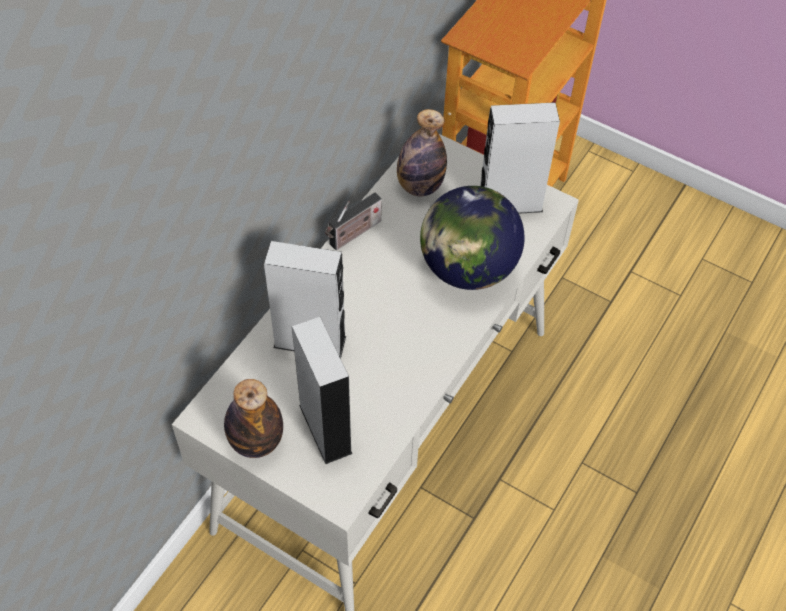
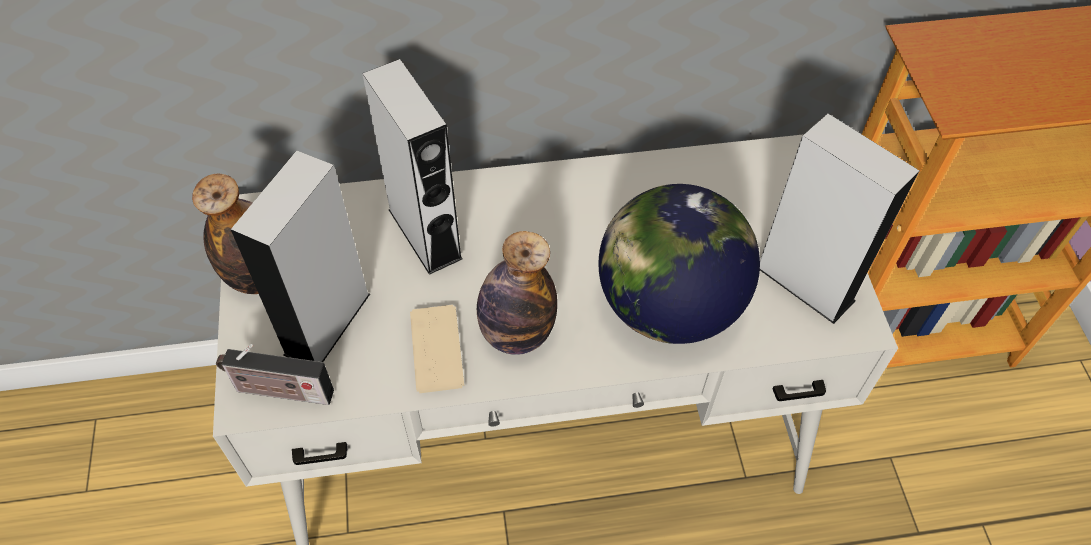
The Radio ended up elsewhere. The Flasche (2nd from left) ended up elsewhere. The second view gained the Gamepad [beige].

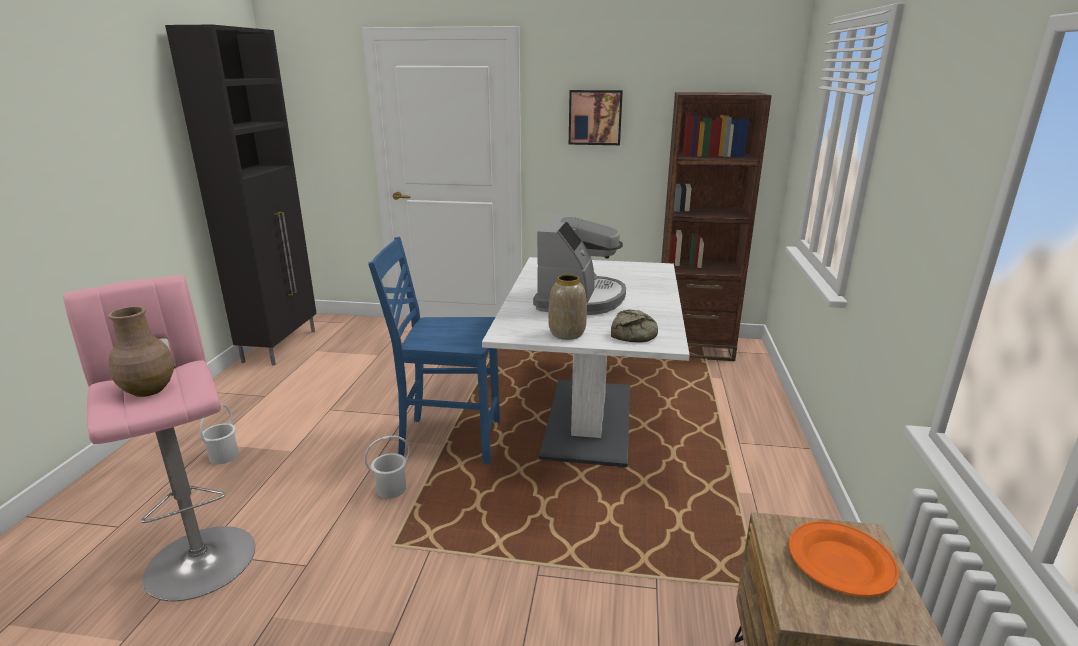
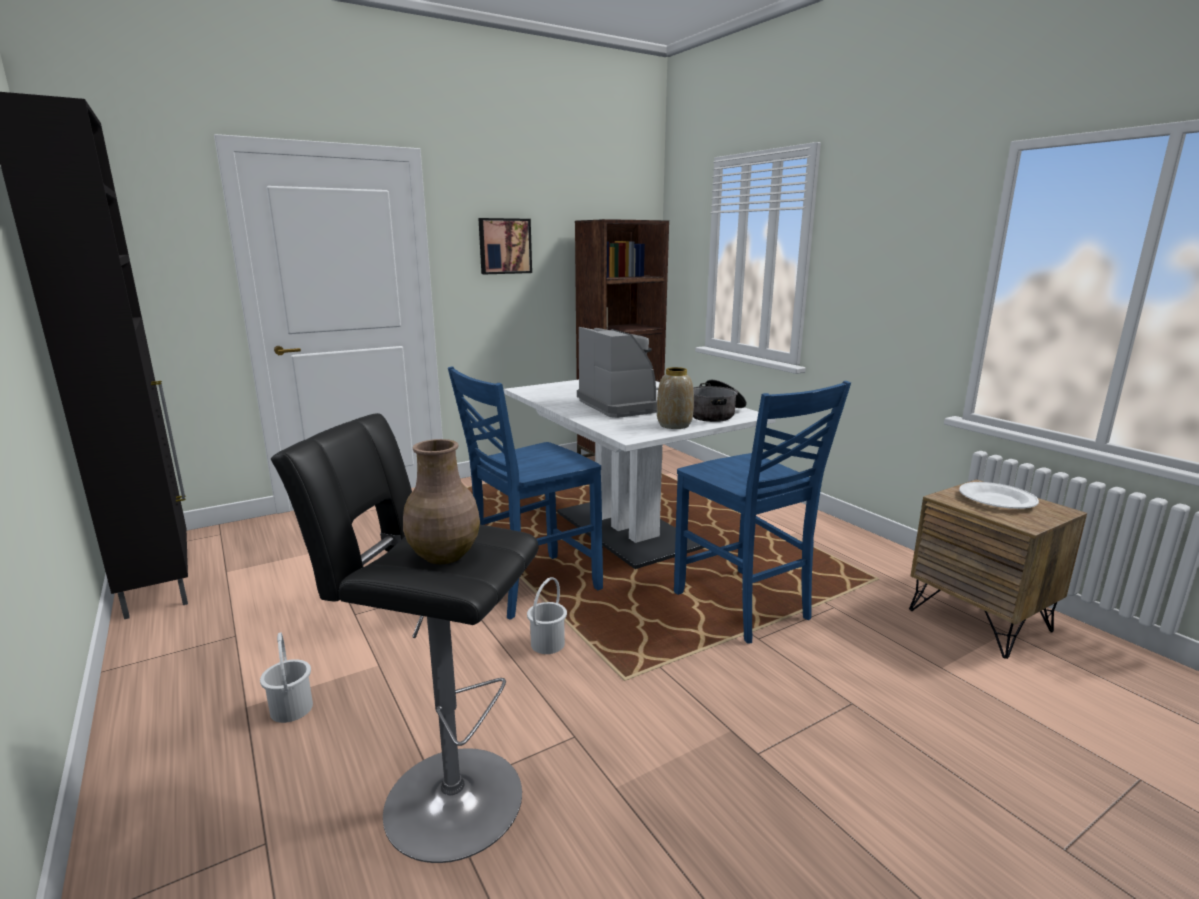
What was the Hocker [rosa] turned into the Hocker [schwarz]. Where the Brot stood, the Kochtopf came to stand. What was the Teller [orange] turned into the Teller [weiß]. The second view gained the Stuhl [blau] (2nd from left).

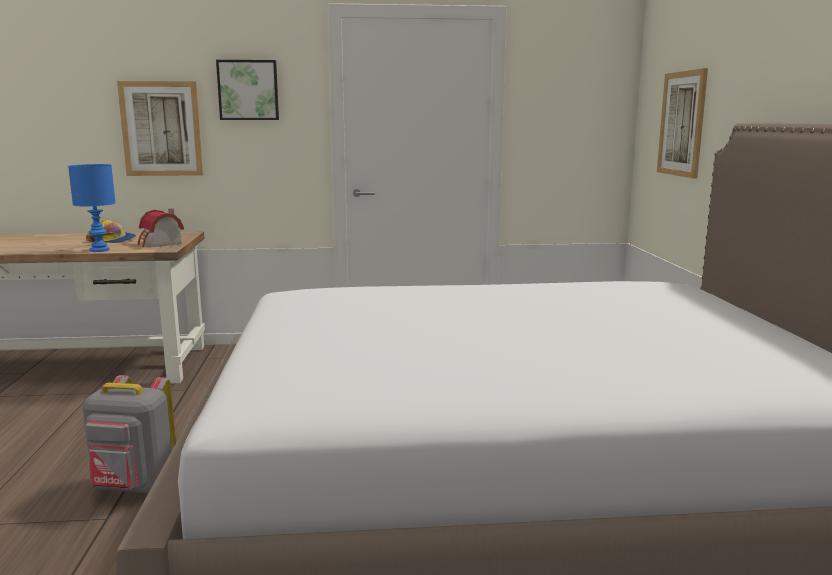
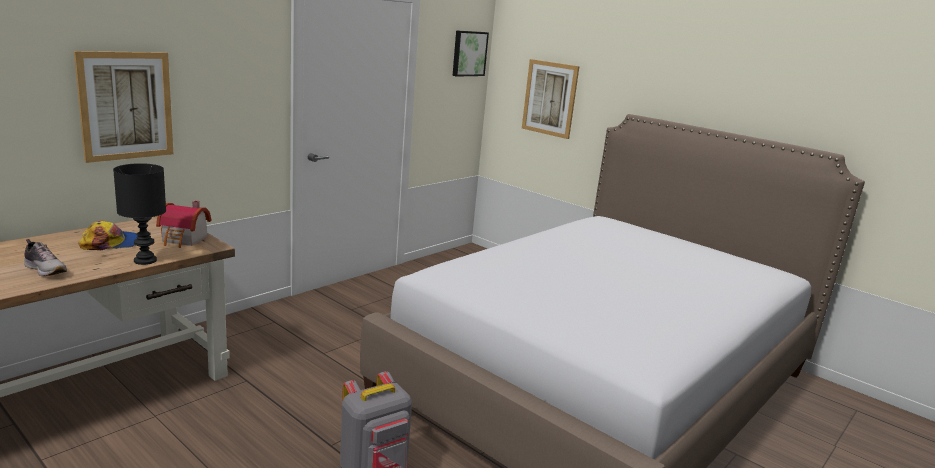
What was the Tischlampe [blau] turned into the Tischlampe [schwarz]. The Bild (2nd from left) ended up elsewhere. The second view gained the Schuh.

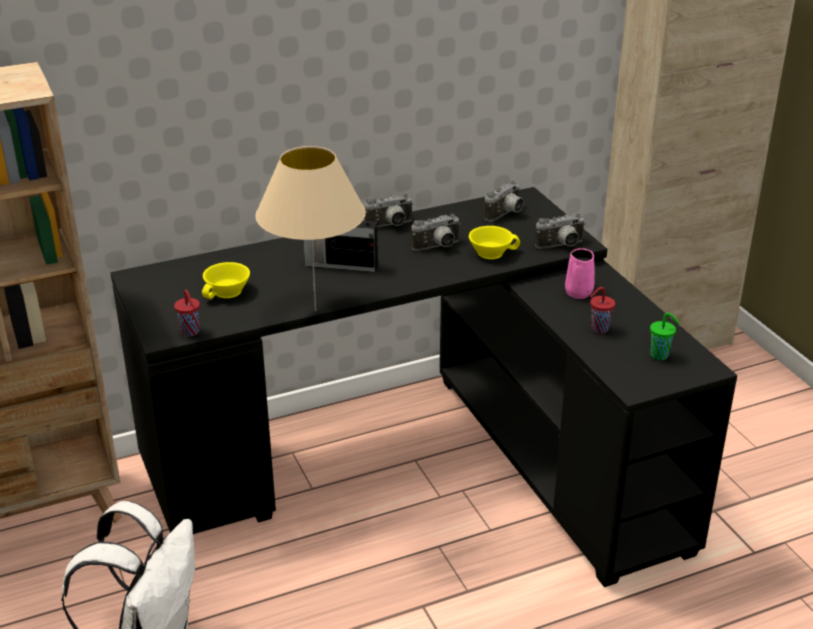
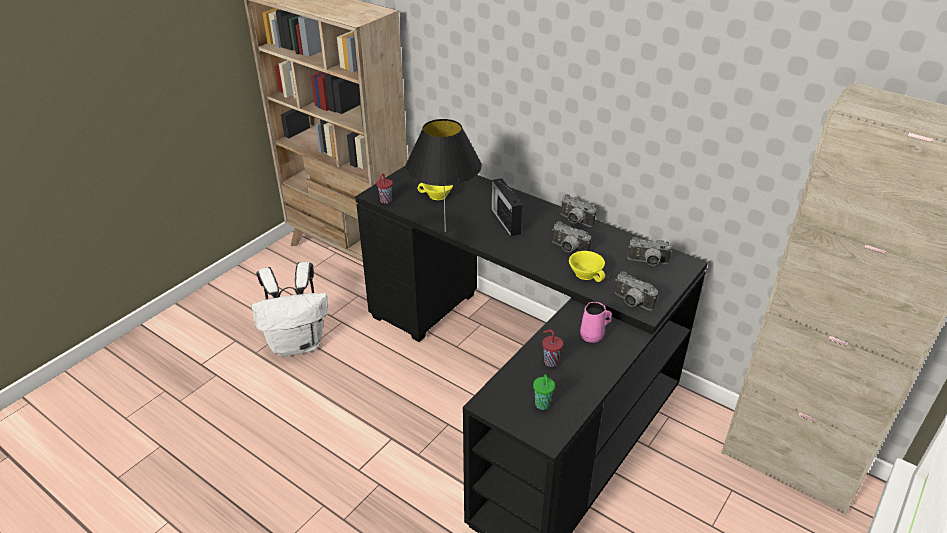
What was the Tischlampe [beige] turned into the Tischlampe [schwarz].

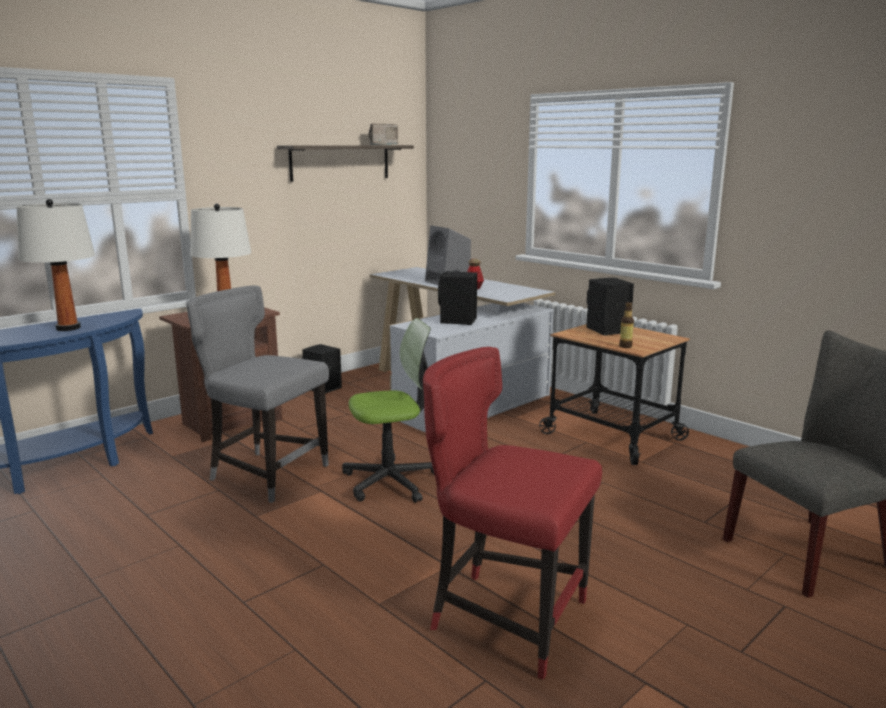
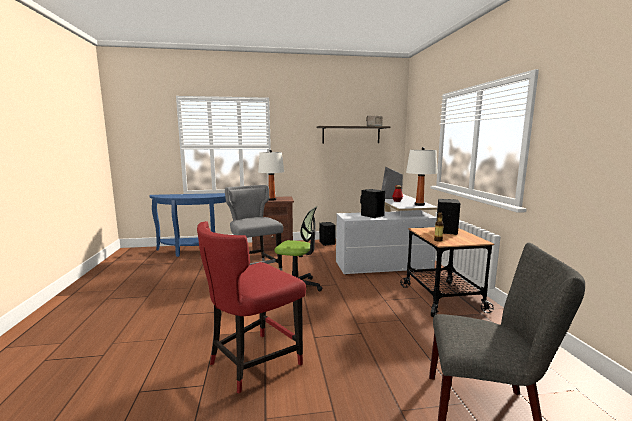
The Tischlampe [weiß] (1st from left in the first image) ended up elsewhere. The Stuhl [rot] ended up facing another way, 105 degrees counterclockwise from before.

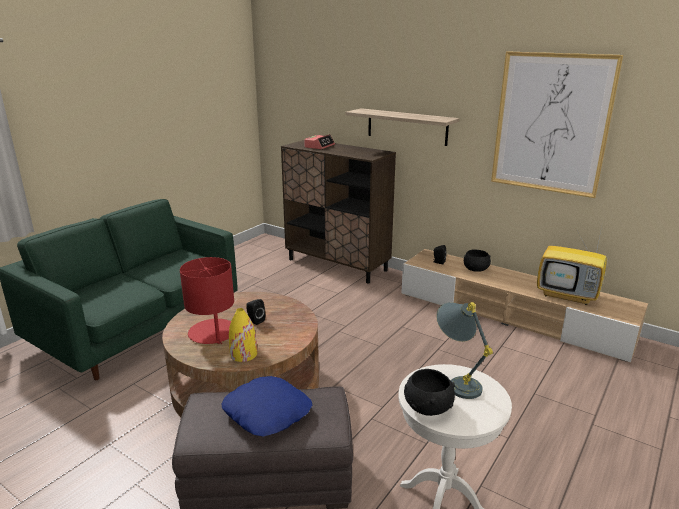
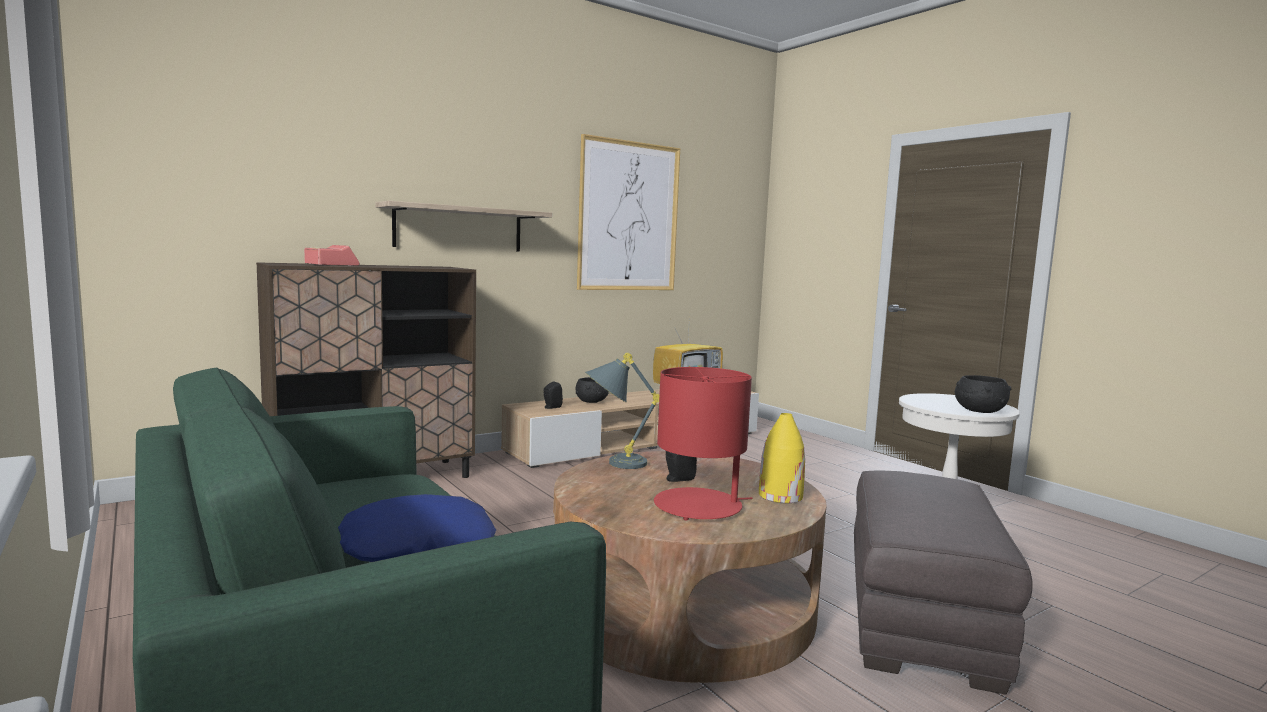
The Kissen [blau] ended up elsewhere. The Tischlampe [grau] ended up elsewhere.

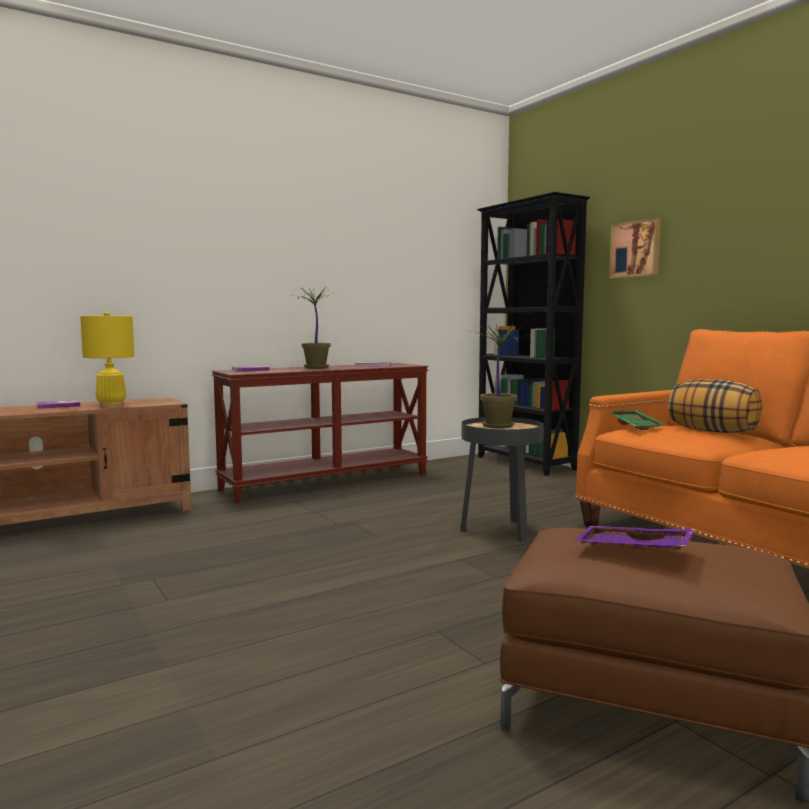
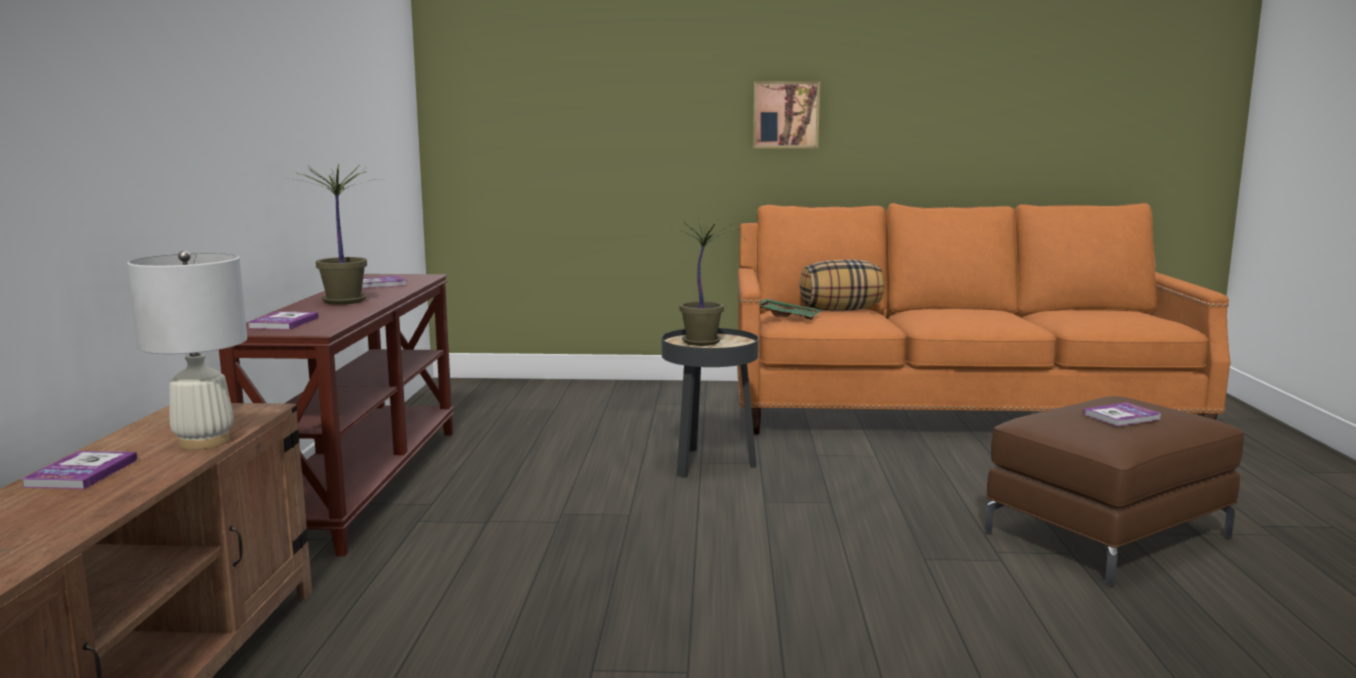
What was the Tischlampe [gelb] turned into the Tischlampe [weiß]. The second view lost the Bücherregal [schwarz]. Where the Tablett [lila] stood, the Buch (4th from left) came to stand. The Bild ended up elsewhere.

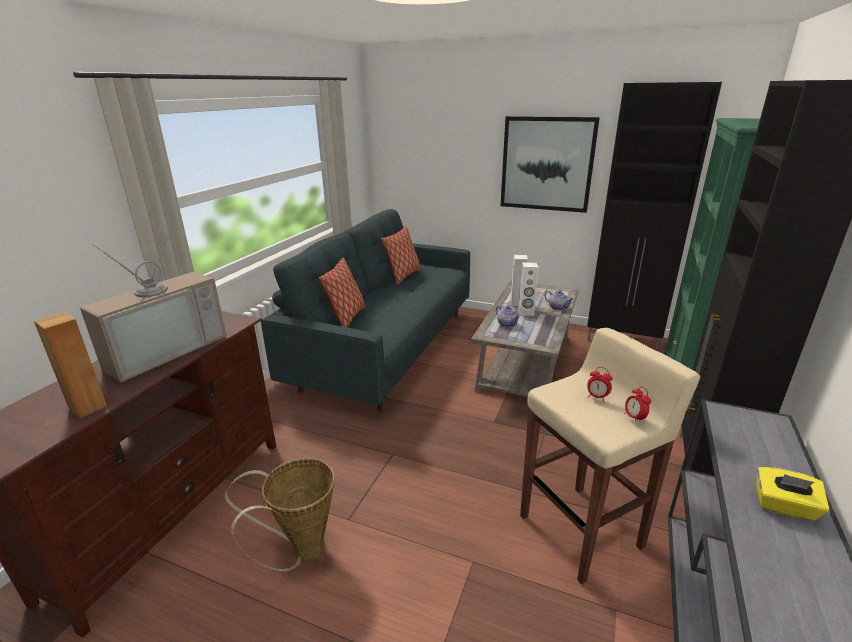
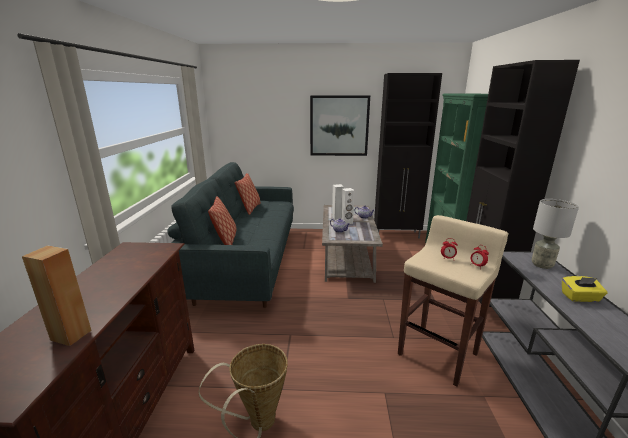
The second view lost the Fernseher. The second view gained the Tischlampe [grau].

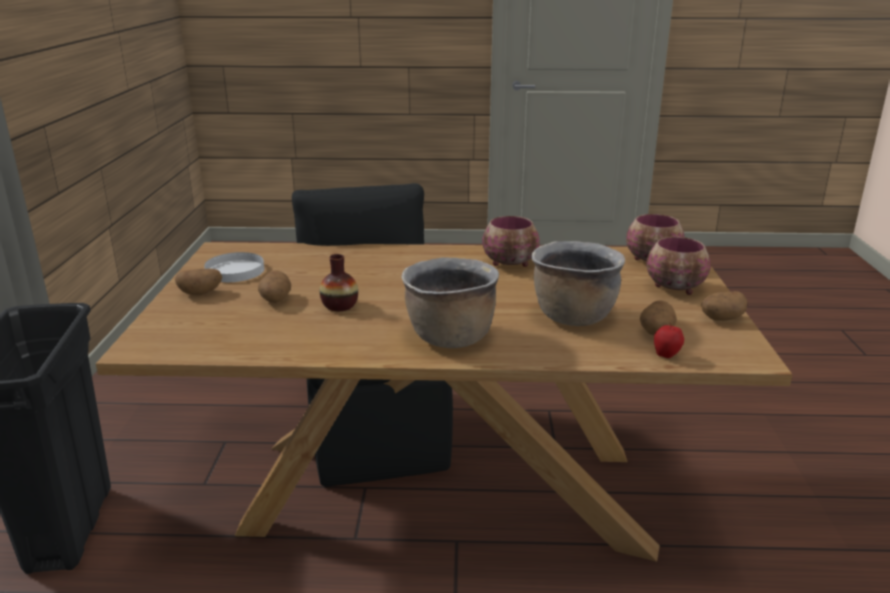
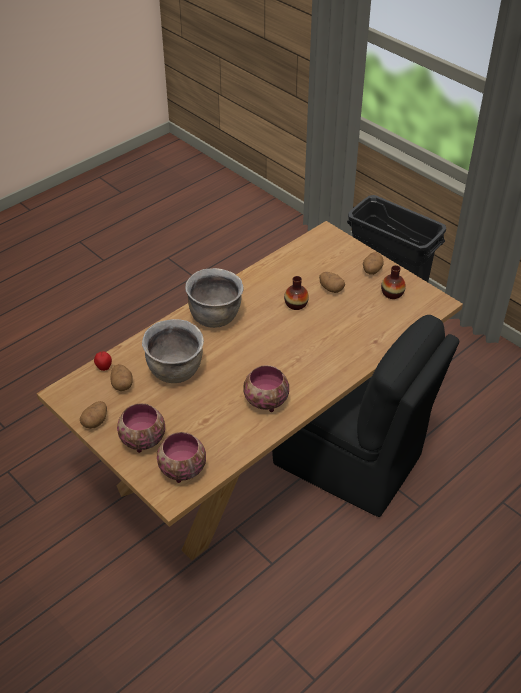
Where the Teller [weiß] stood, the Vase (2nd from left) came to stand.

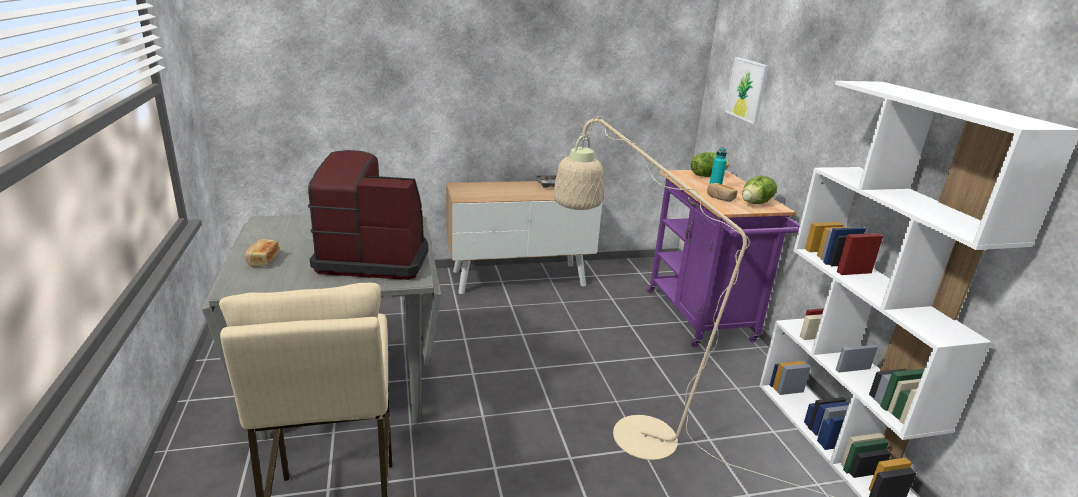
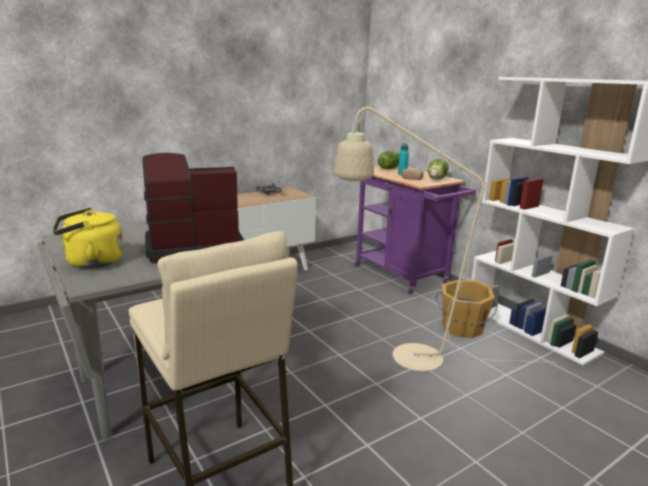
Where the Brot (1st from left) stood, the Wasserkessel [gelb] came to stand. The second view lost the Bild. The second view gained the Eimer [orange].

